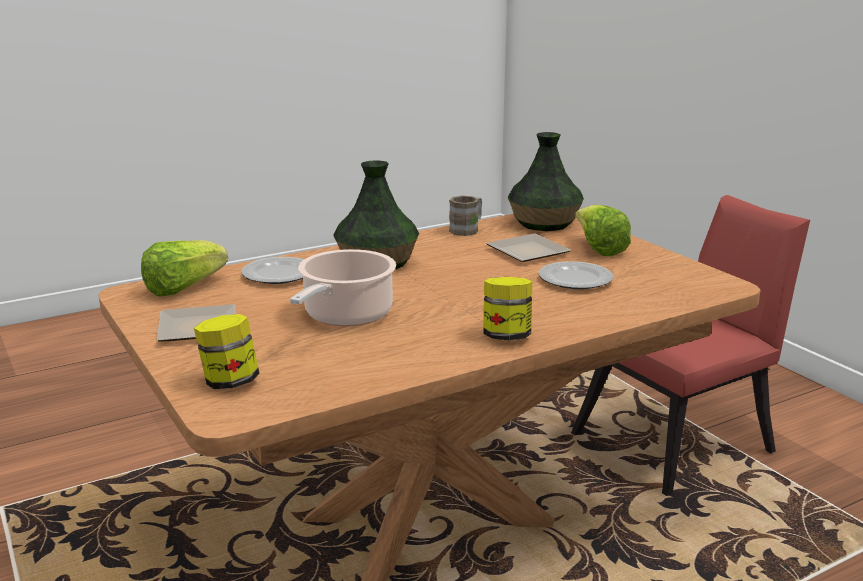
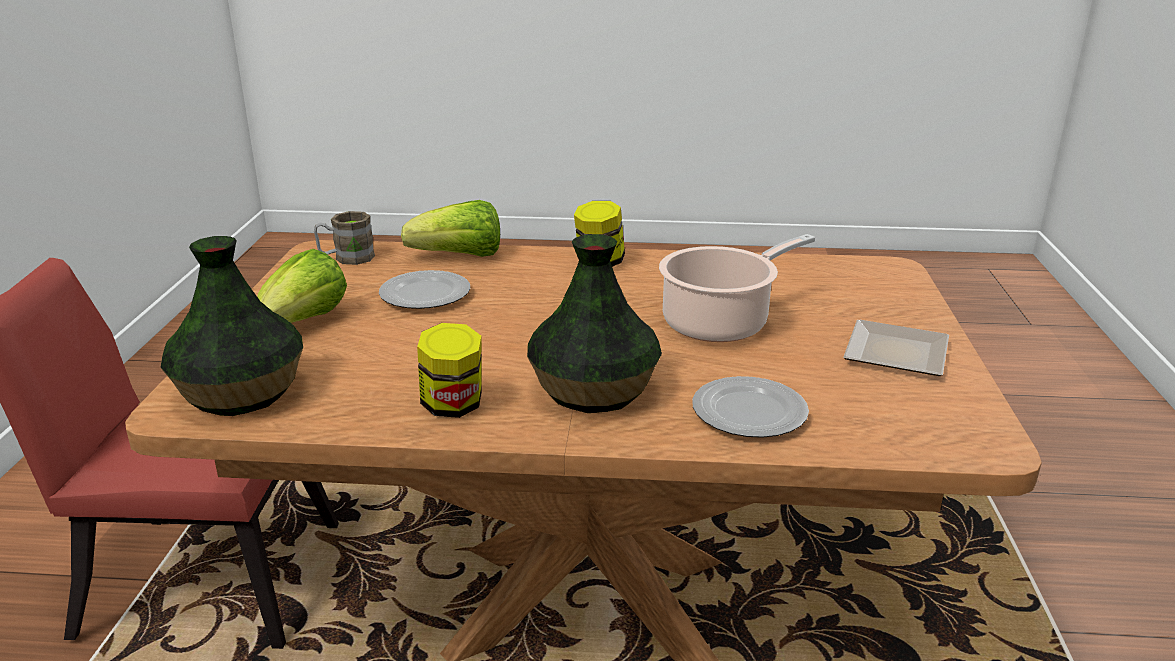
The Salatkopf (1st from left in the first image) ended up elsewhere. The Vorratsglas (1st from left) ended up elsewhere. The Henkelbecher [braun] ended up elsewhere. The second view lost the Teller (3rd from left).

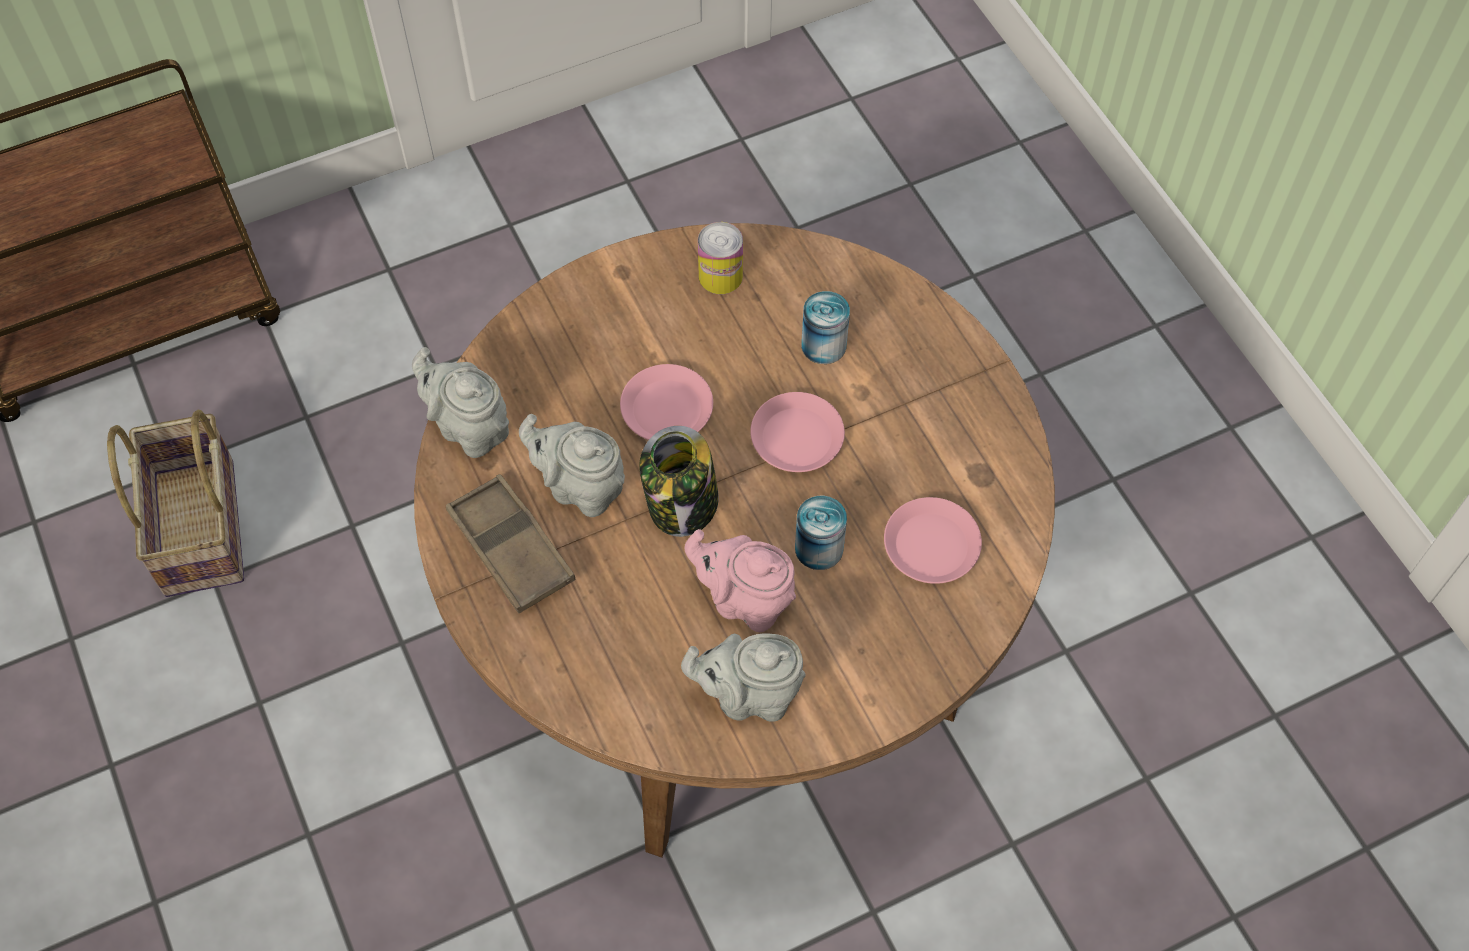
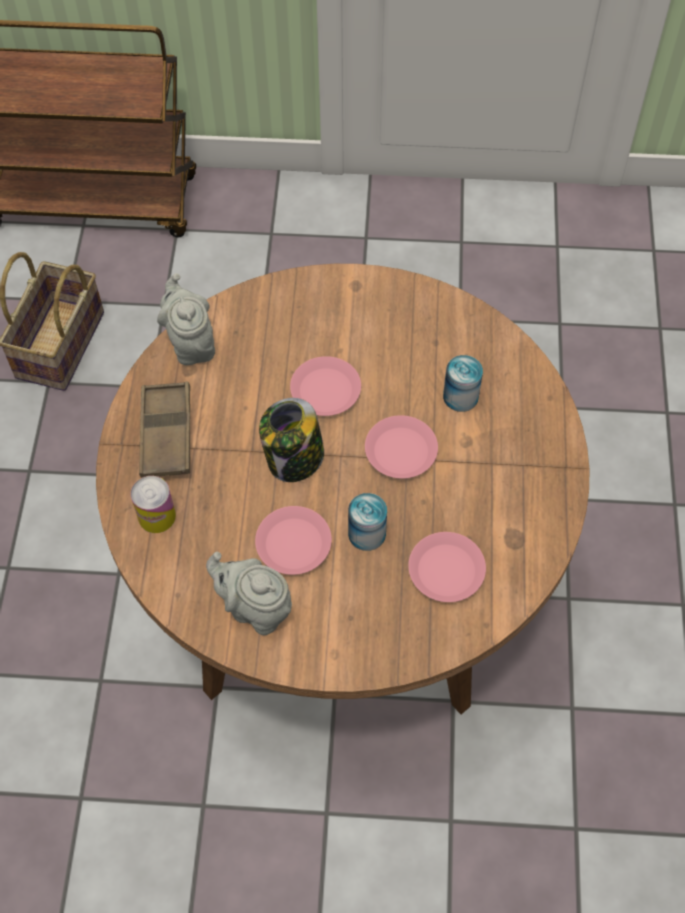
The second view lost the Teekanne [grau] (2nd from left). Where the Teekanne [rosa] stood, the Teller [rosa] (1st from left) came to stand. The Dose (1st from left) ended up elsewhere.

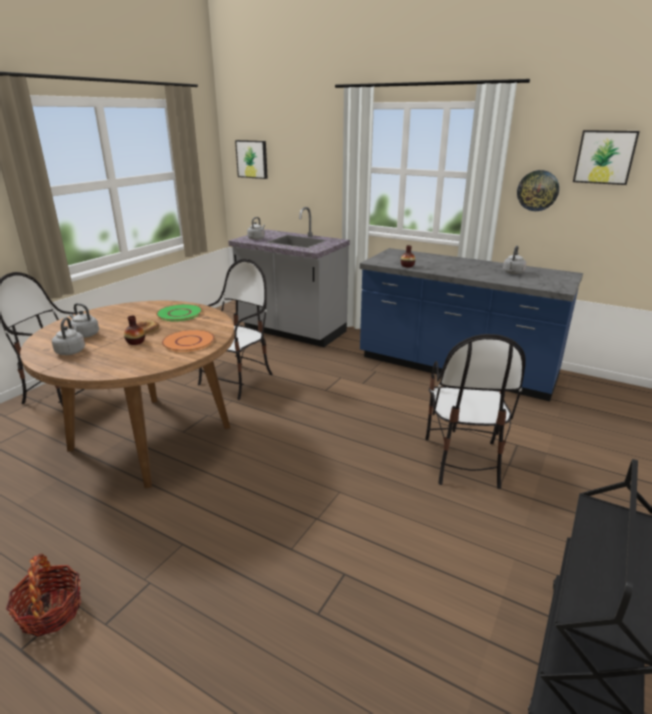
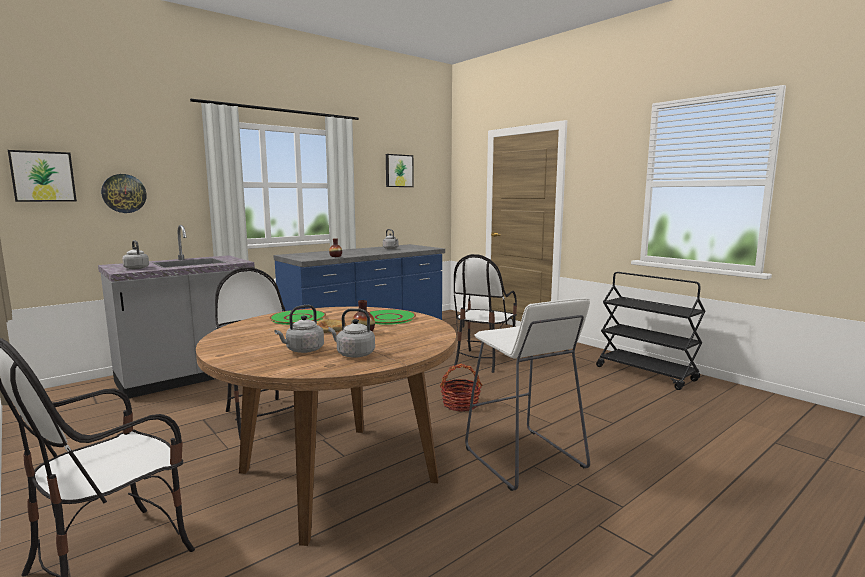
The Korb ended up elsewhere. What was the Teller [orange] turned into the Teller [grün] (2nd from left). The Stuhl (3rd from left) ended up facing another way, 90 degrees clockwise from before. The Wanduhr ended up elsewhere. The second view gained the Hocker [weiß].

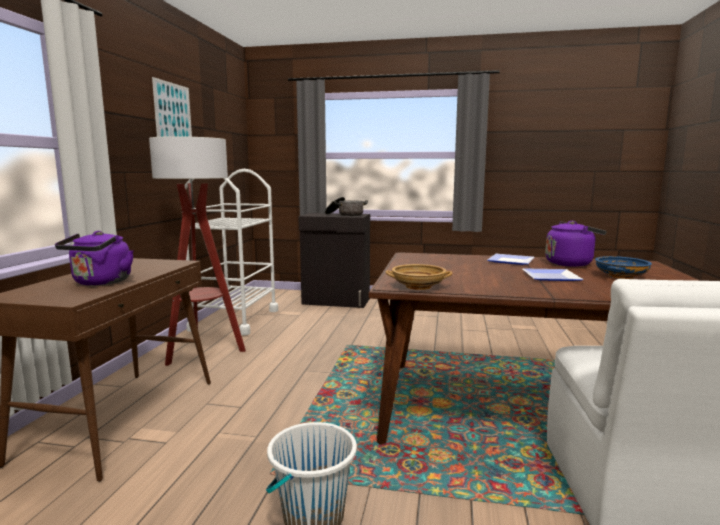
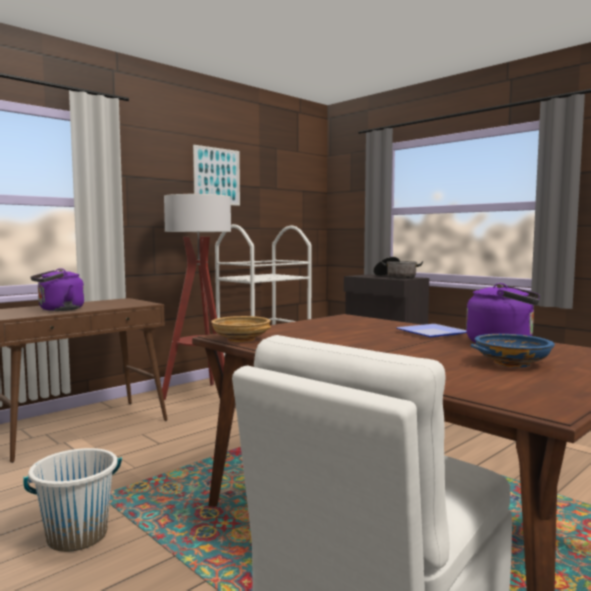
The second view lost the Teller (2nd from left).

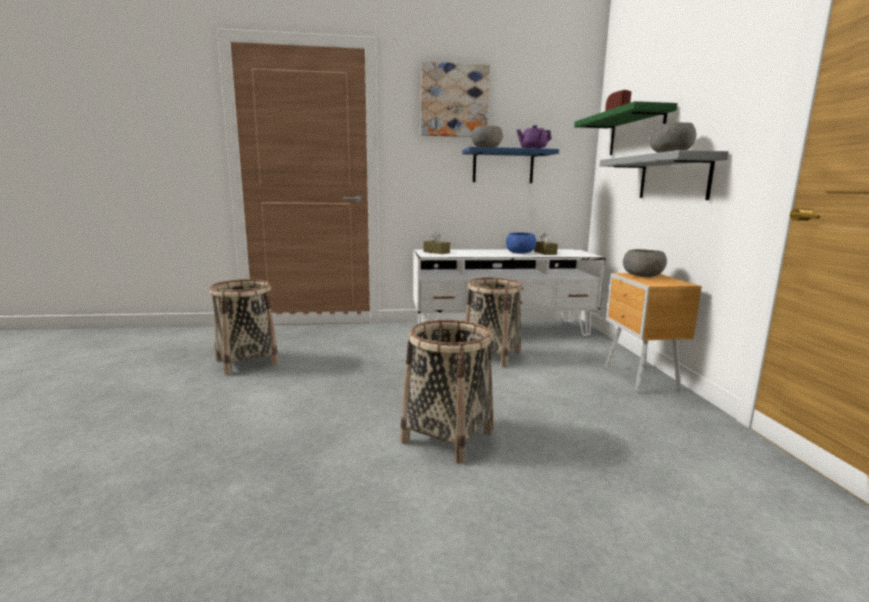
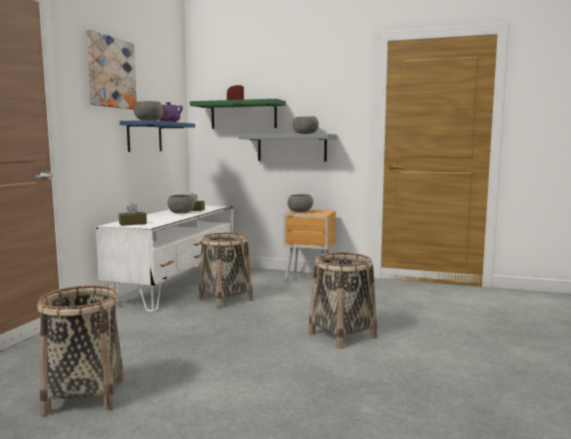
What was the Schüssel [blau] turned into the Schüssel [grau] (2nd from left).

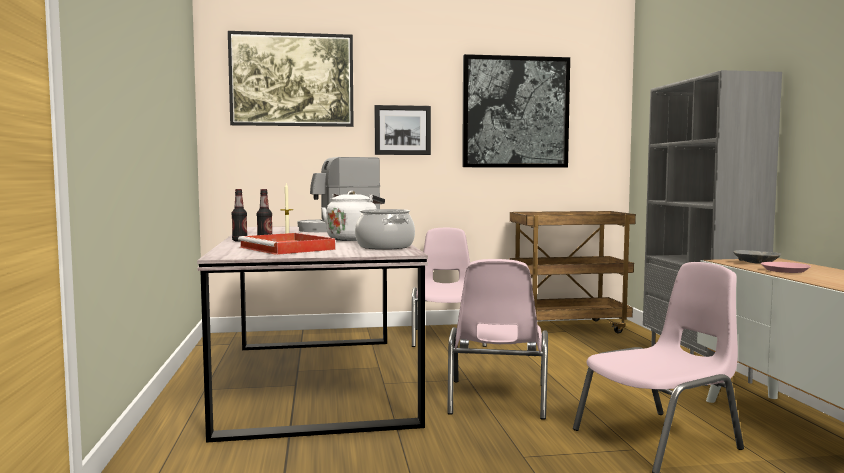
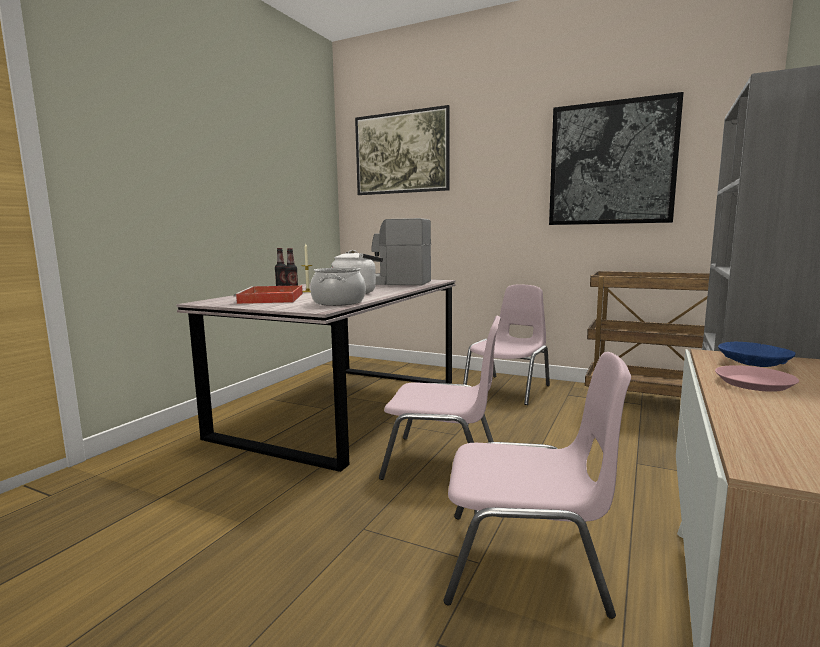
The second view lost the Bild (2nd from left). The Stuhl [rosa] (2nd from left in the first image) ended up facing another way, 120 degrees counterclockwise from before. What was the Schüssel [grau] turned into the Schüssel [blau].

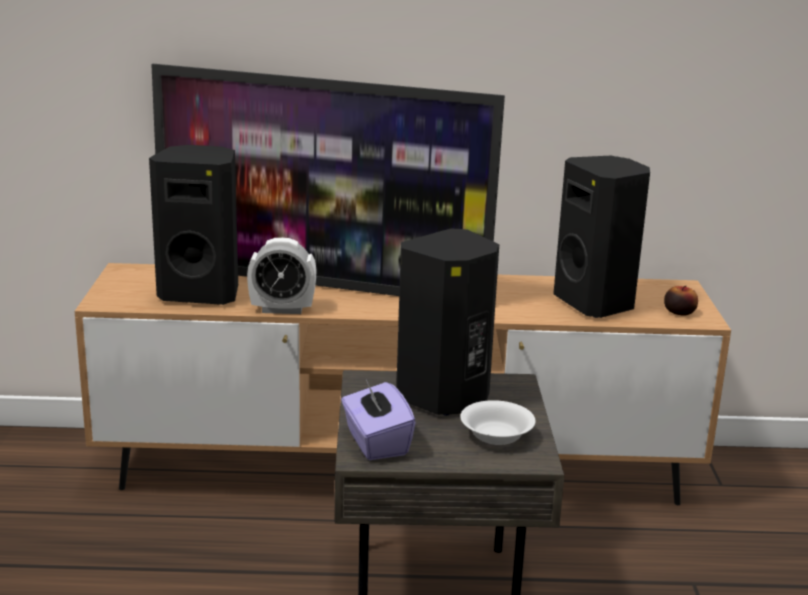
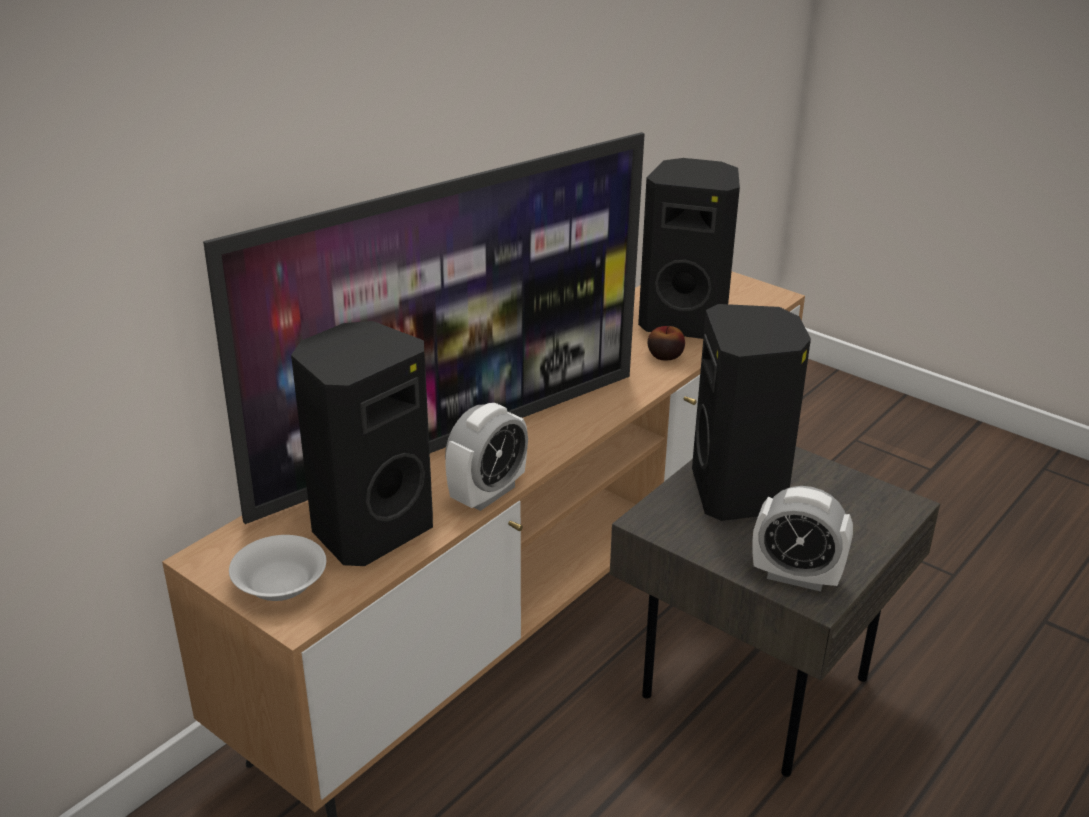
Where the Taschentuchbox [lila] stood, the Wecker (2nd from left) came to stand. The Schüssel [weiß] ended up elsewhere. The Apfel ended up elsewhere.

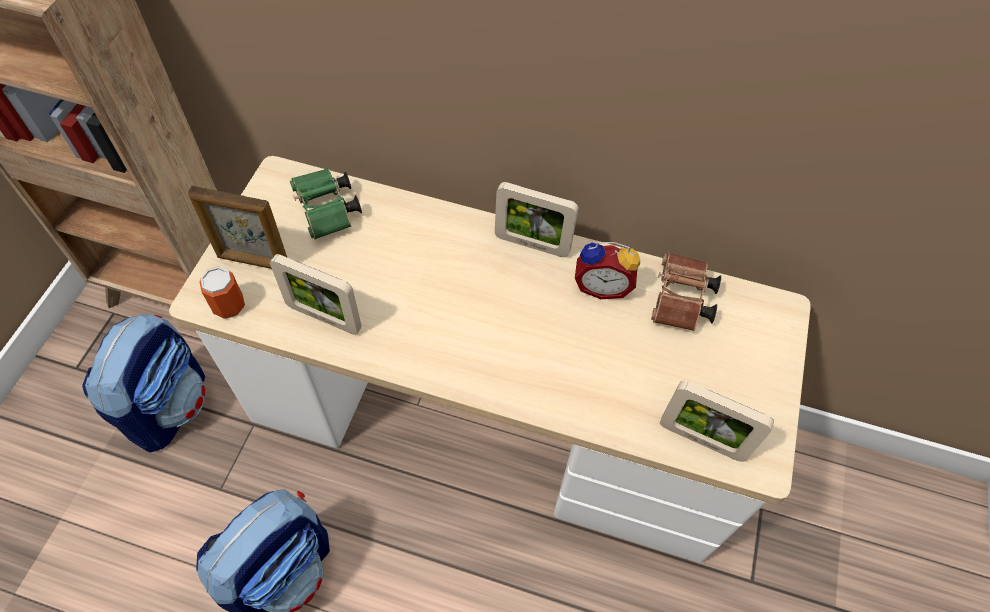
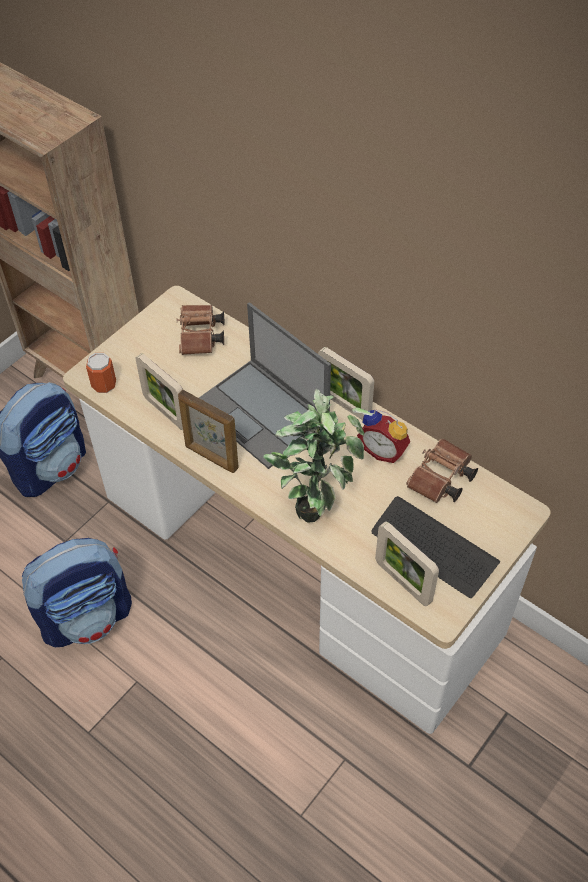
The Bilderrahmen (1st from left in the first image) ended up elsewhere. What was the Fernglas [grün] turned into the Fernglas [braun] (1st from left). The second view gained the Laptop. The second view gained the Topfpflanze. The second view gained the Tastatur.

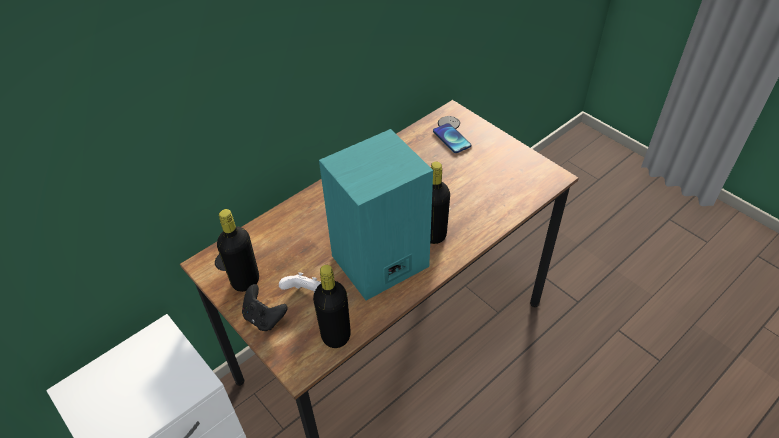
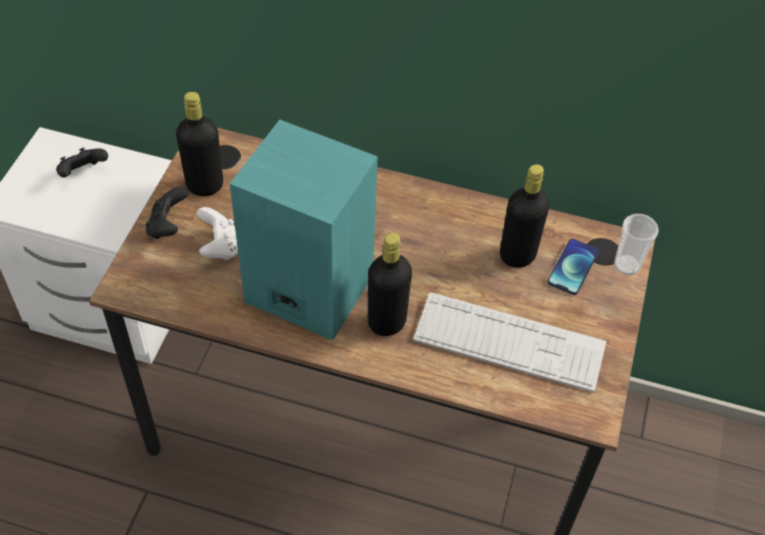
The Flasche [schwarz] (2nd from left in the first image) ended up elsewhere. The second view gained the Gamepad [schwarz] (1st from left). The second view gained the Tastatur. The second view gained the Tasse.

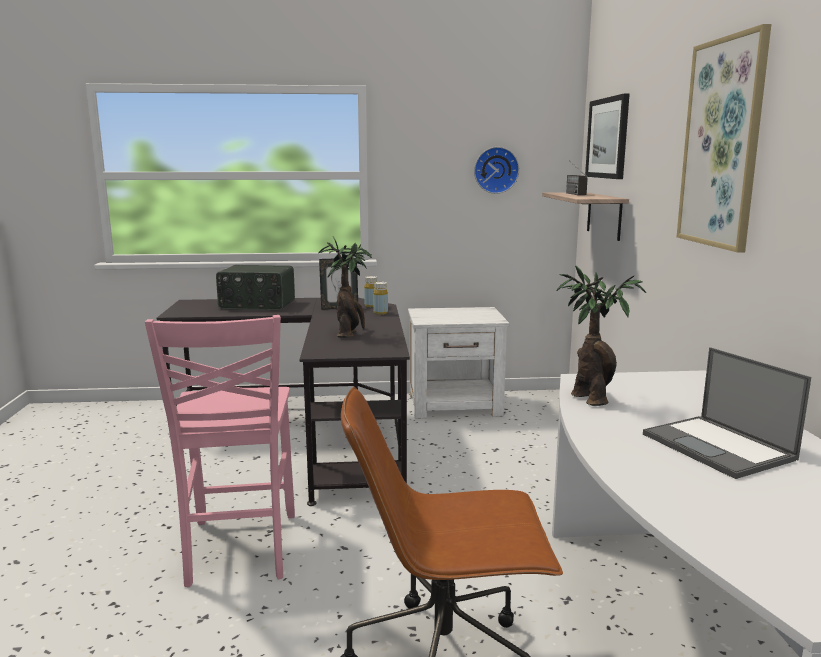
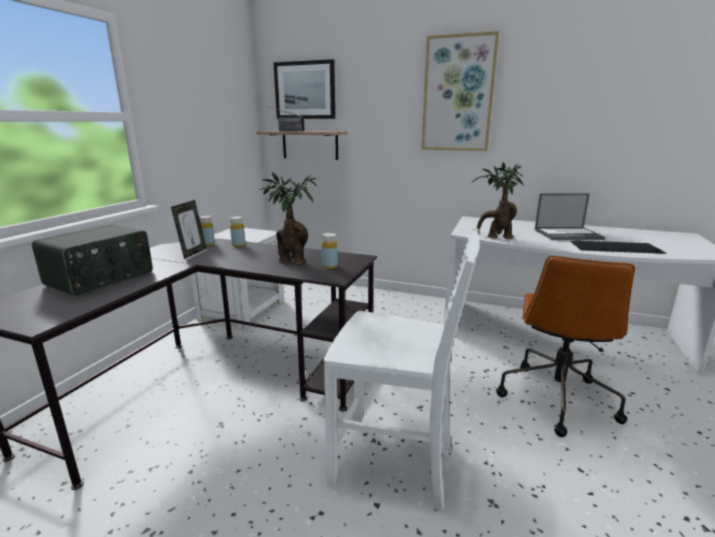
What was the Stuhl [rosa] turned into the Stuhl [weiß]. The second view lost the Wanduhr. The second view gained the Flasche [gelb] (3rd from left). The second view gained the Tastatur.

